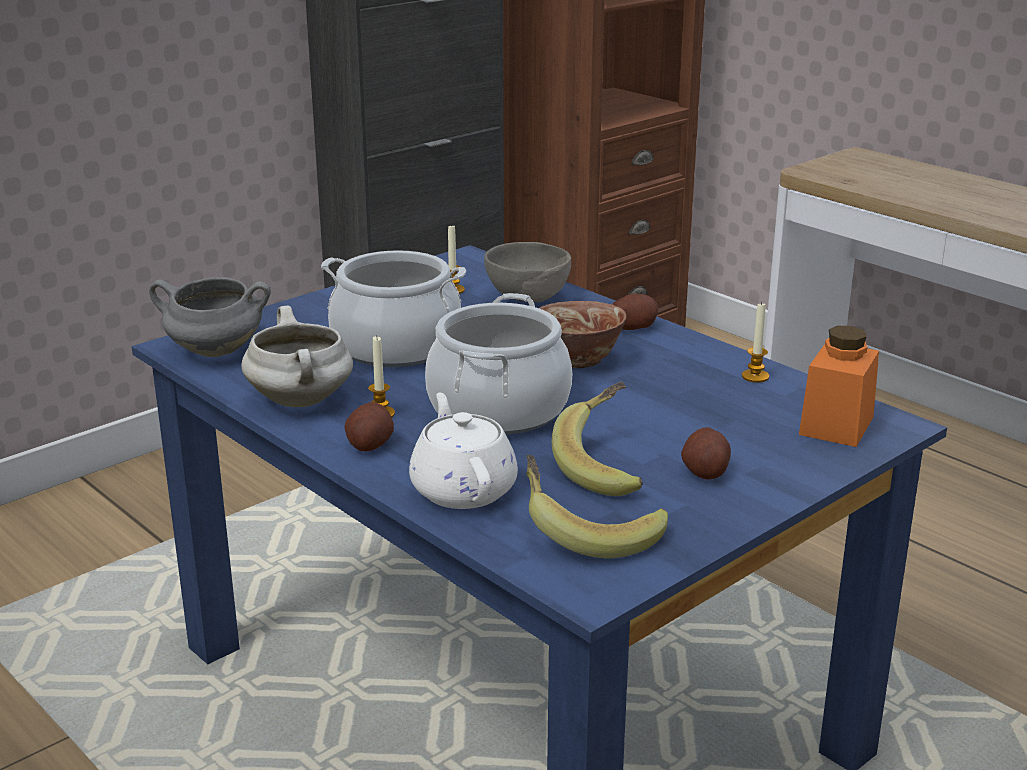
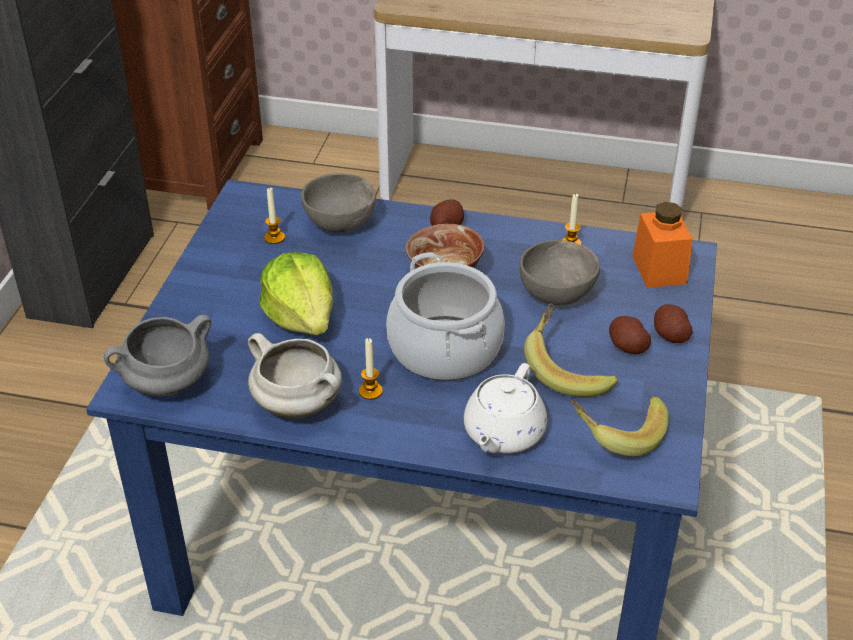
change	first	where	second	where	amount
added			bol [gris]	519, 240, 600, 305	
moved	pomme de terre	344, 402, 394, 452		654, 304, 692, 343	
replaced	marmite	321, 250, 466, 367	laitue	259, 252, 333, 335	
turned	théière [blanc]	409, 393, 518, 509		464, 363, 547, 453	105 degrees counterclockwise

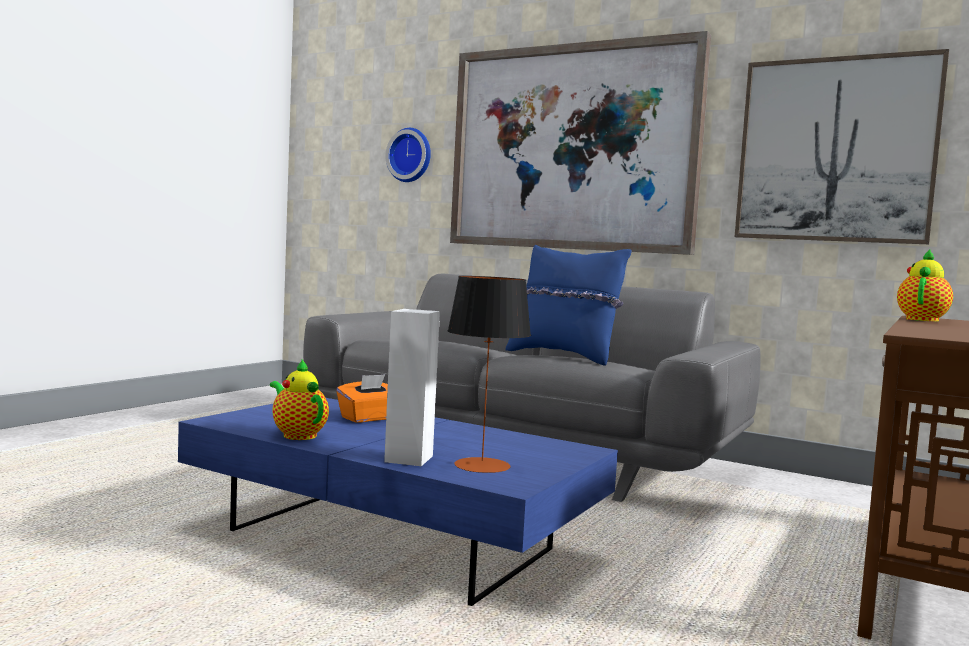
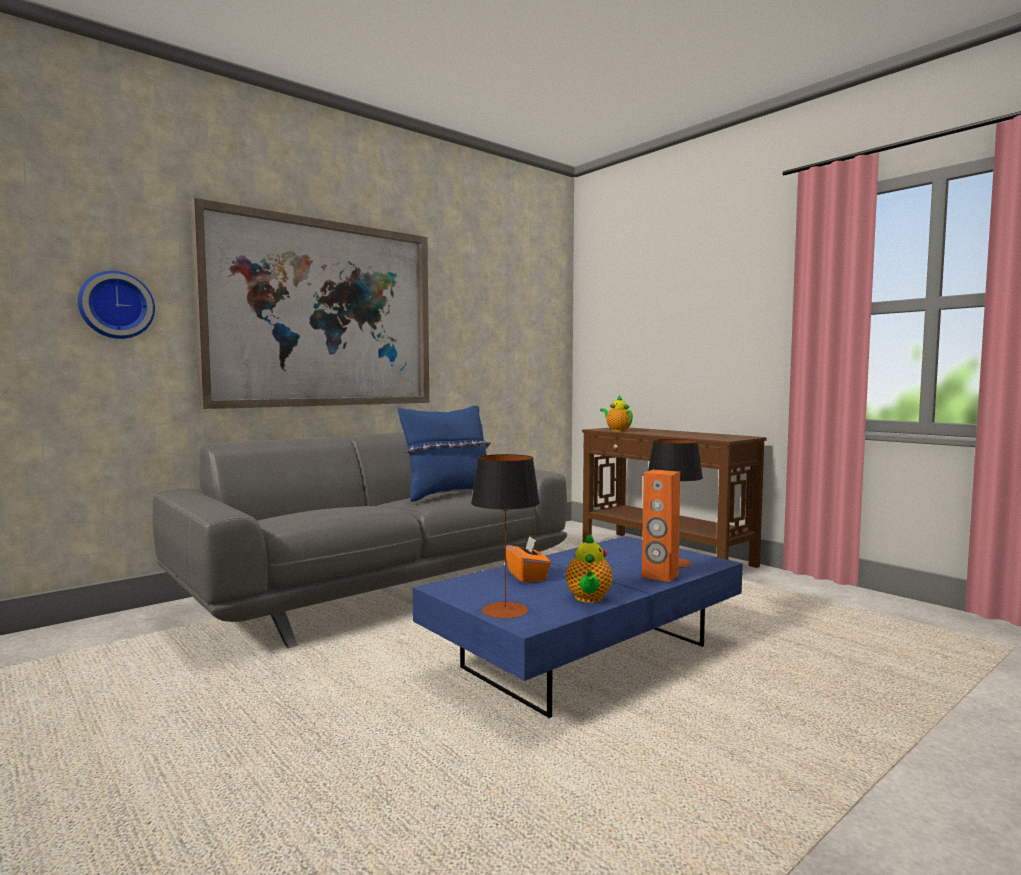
change	first	where	second	where	amount
removed	tableau	734, 49, 949, 244			
added			lampe de table	471, 454, 540, 618	
recoloured	enceinte [blanc]	384, 309, 440, 466	enceinte [orange]	642, 470, 680, 582	
turned	théière	270, 359, 329, 440		566, 533, 613, 603	60 degrees counterclockwise

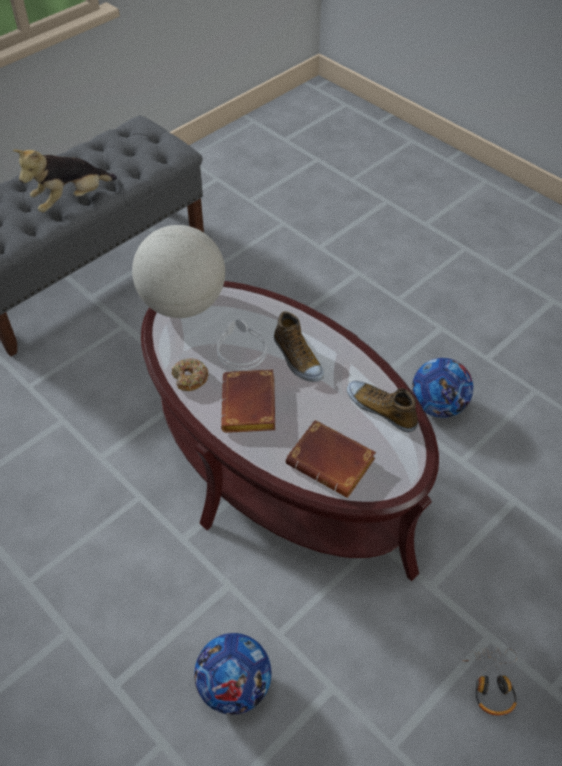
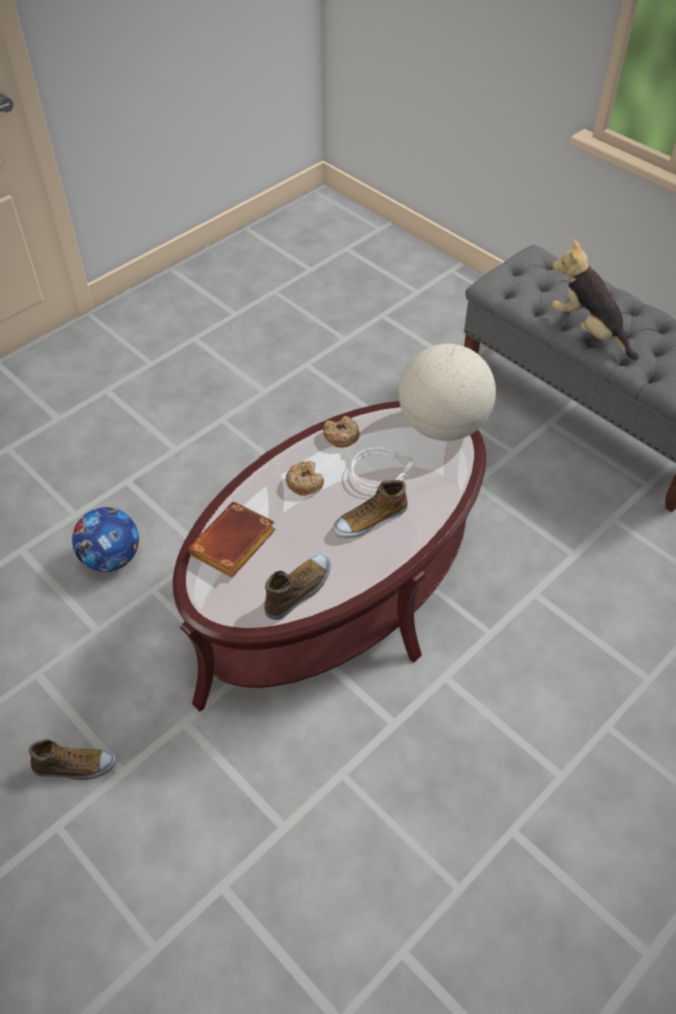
change	first	where	second	where	amount
removed	ballon de foot	412, 358, 473, 418			
replaced	livre [marron]	221, 369, 275, 433	beignet	286, 461, 324, 496	
replaced	casque audio	462, 647, 517, 715	chaussure	29, 739, 117, 780	

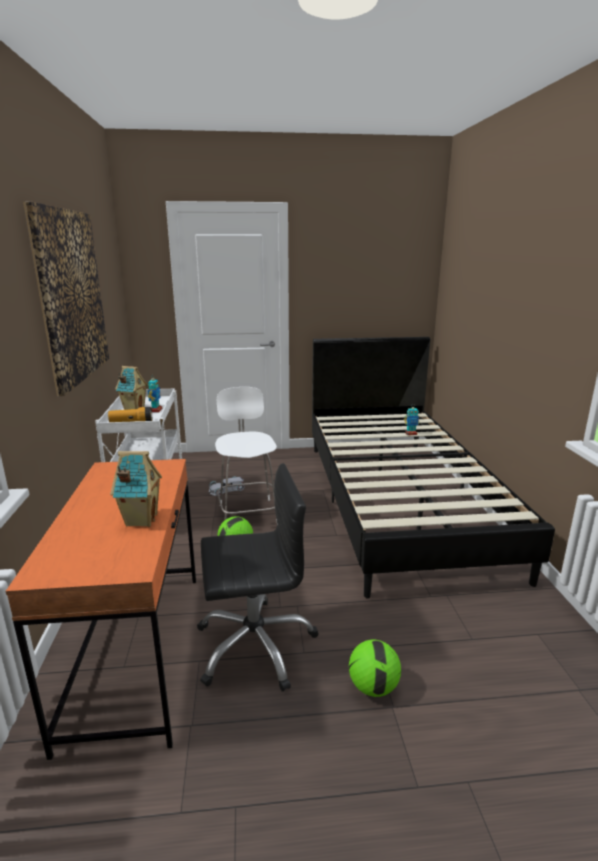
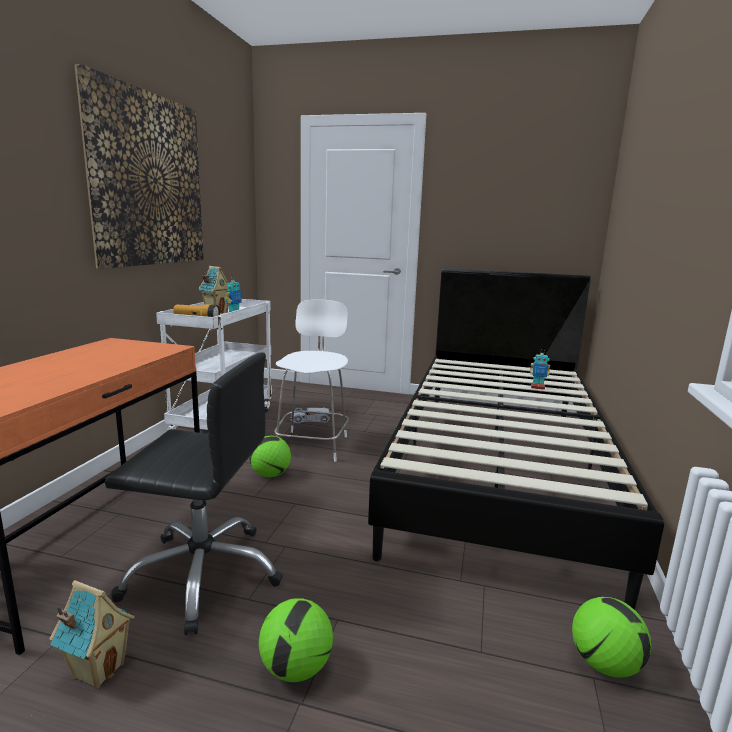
change	first	where	second	where	amount
added			ballon de foot	572, 597, 651, 678	
moved	maison miniature	110, 451, 162, 527		50, 580, 134, 689	

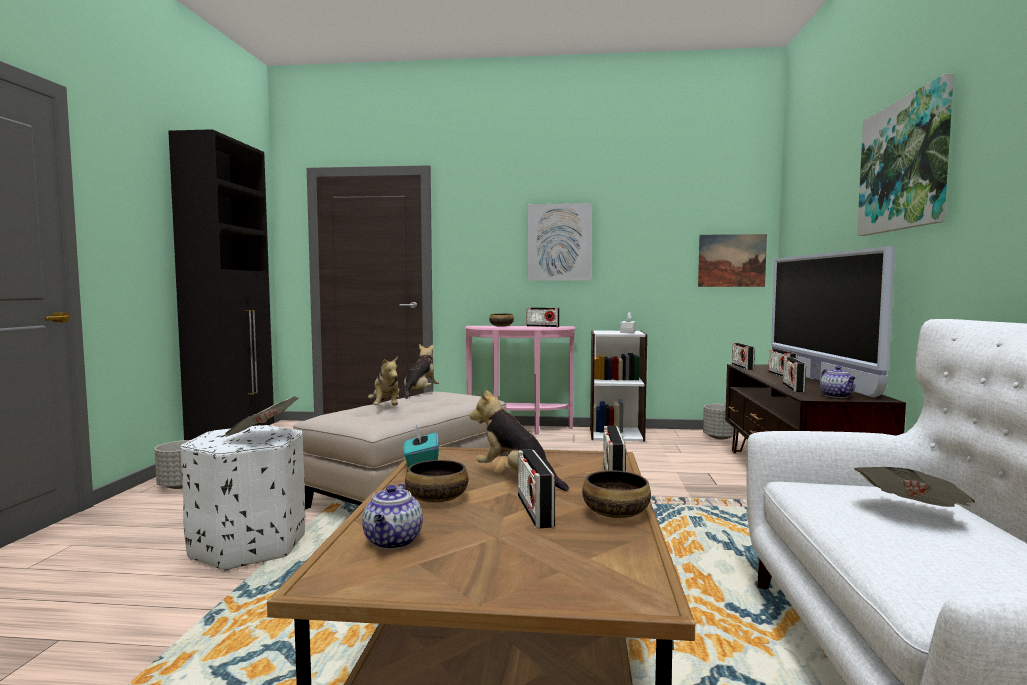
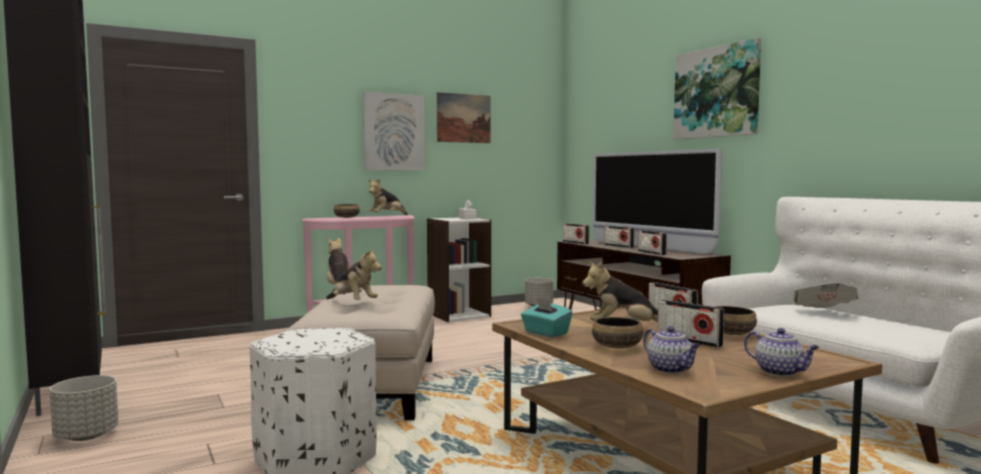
change	first	where	second	where	amount
removed	journal	221, 396, 298, 437			
moved	tableau	698, 234, 767, 287		437, 92, 491, 143	
moved	théière	820, 366, 856, 398		744, 328, 820, 376	
replaced	radio	527, 307, 559, 327	peluche	368, 178, 408, 215	

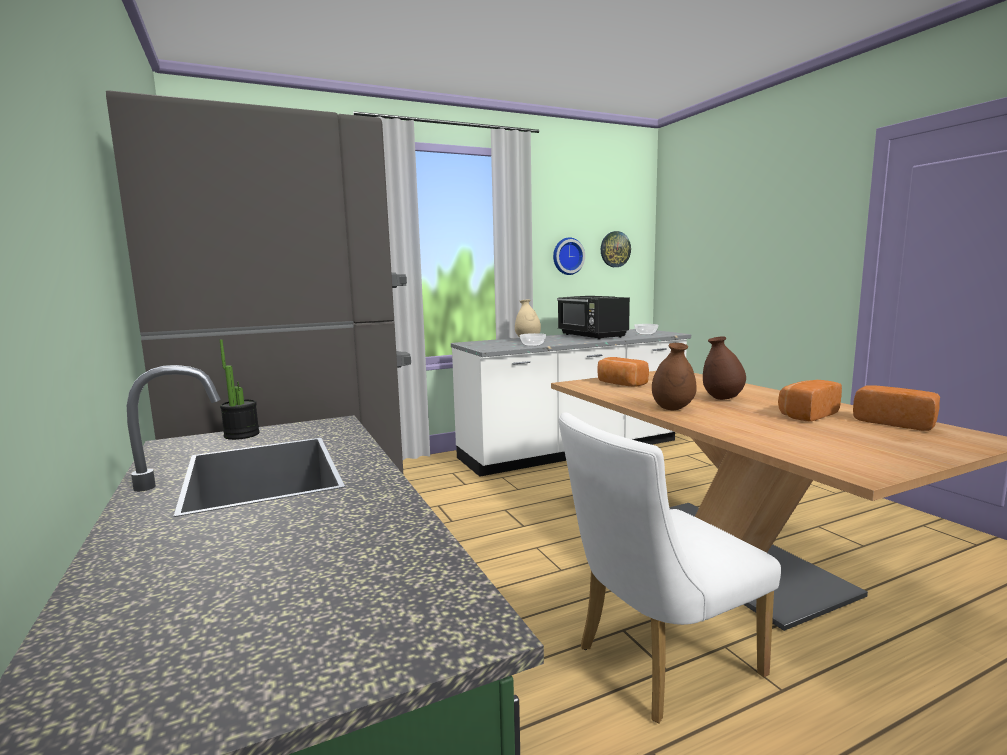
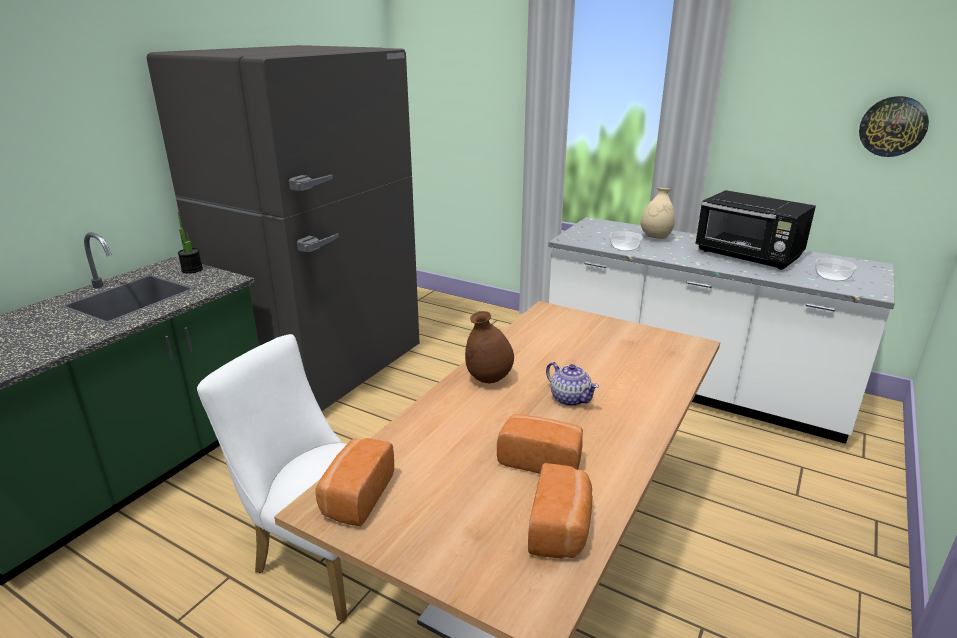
change	first	where	second	where	amount
removed	horloge murale	553, 237, 585, 275			
moved	pain	597, 357, 649, 387		315, 438, 394, 526	
replaced	vase [marron]	703, 337, 746, 400	théière	546, 362, 599, 406	
turned	micro-ondes [noir]	557, 296, 630, 340		695, 190, 816, 270	75 degrees counterclockwise

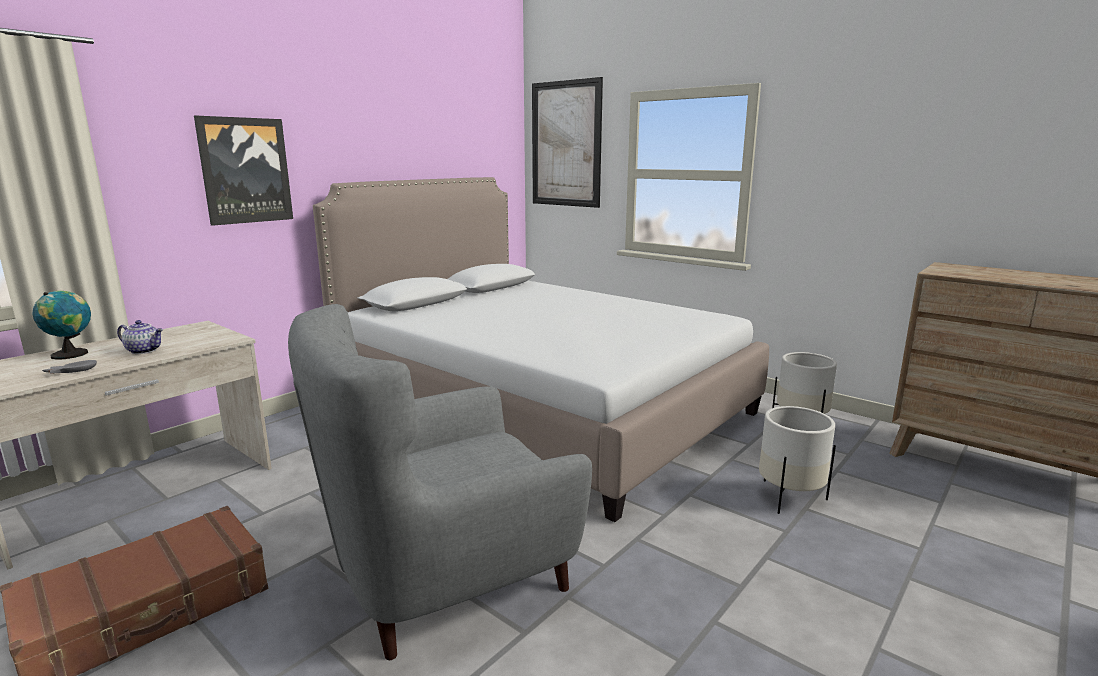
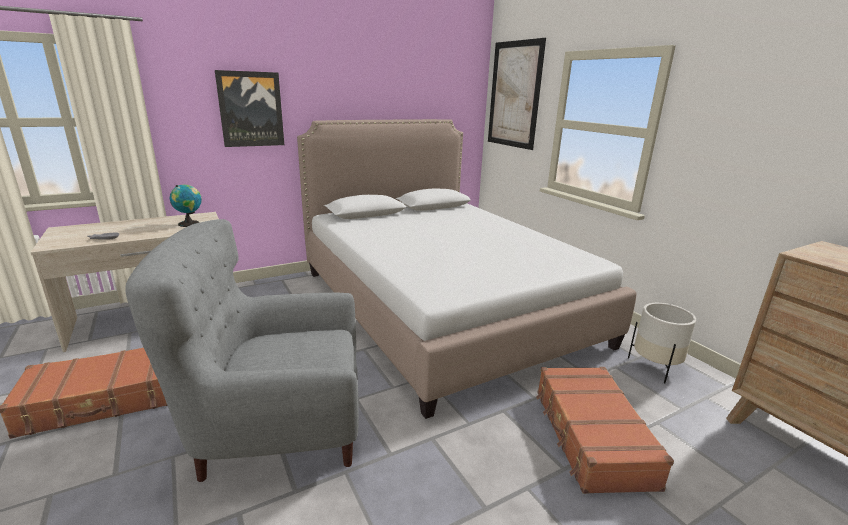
change	first	where	second	where	amount
removed	théière	117, 320, 163, 354			
moved	globe	32, 291, 91, 360		170, 185, 202, 227	
replaced	cache-pot [blanc]	759, 406, 836, 514	valise [marron]	536, 367, 674, 494	

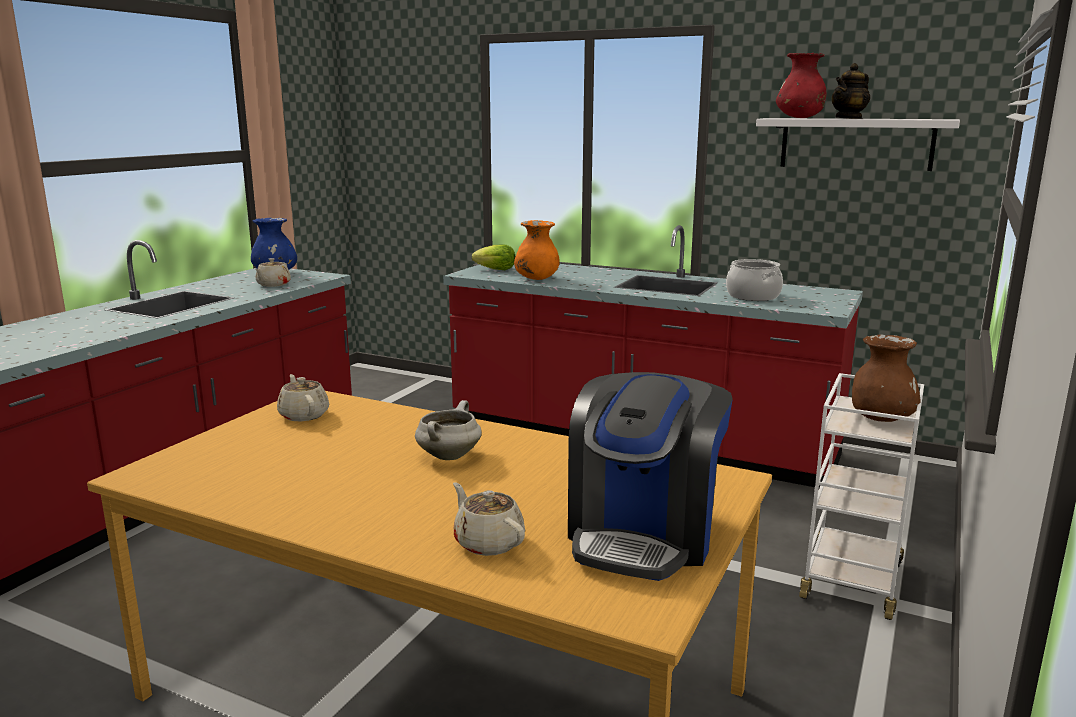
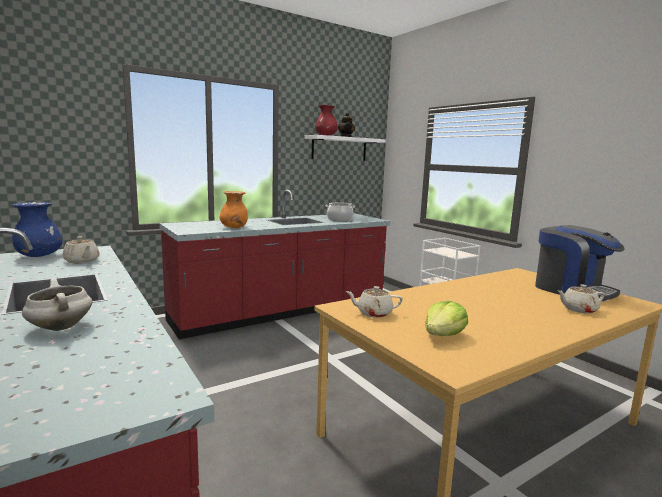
change	first	where	second	where	amount
removed	vase [marron]	852, 334, 920, 422			
moved	marmite [blanc]	415, 400, 482, 460		22, 279, 92, 331	
moved	laitue	472, 244, 515, 270		425, 301, 468, 336	

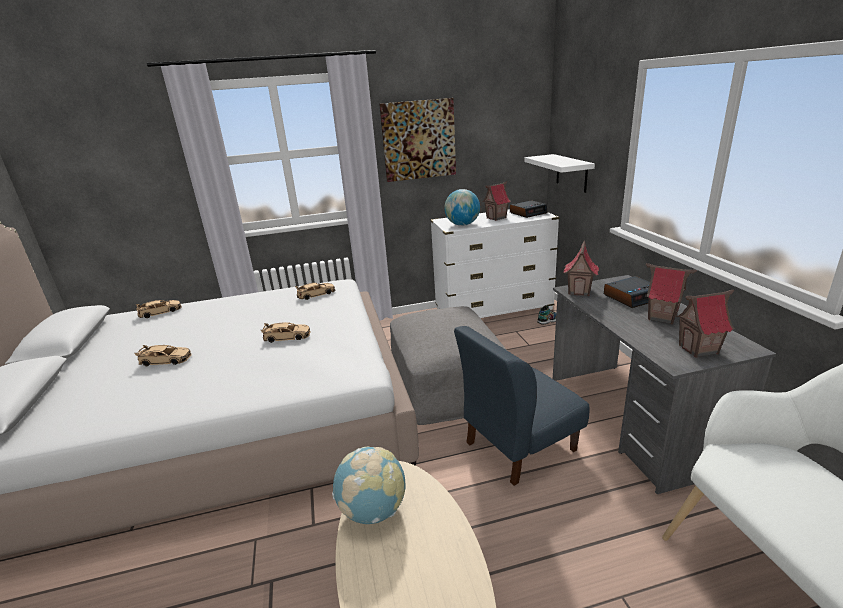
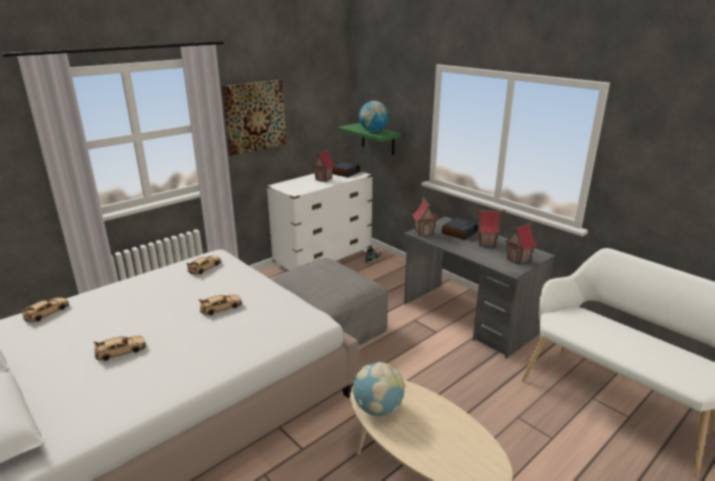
change	first	where	second	where	amount
removed	chaise [bleu]	454, 326, 589, 486			
moved	globe	444, 189, 480, 226		359, 101, 389, 132	
recoloured	étagère [blanc]	524, 154, 595, 193	étagère [vert]	337, 123, 401, 155	

